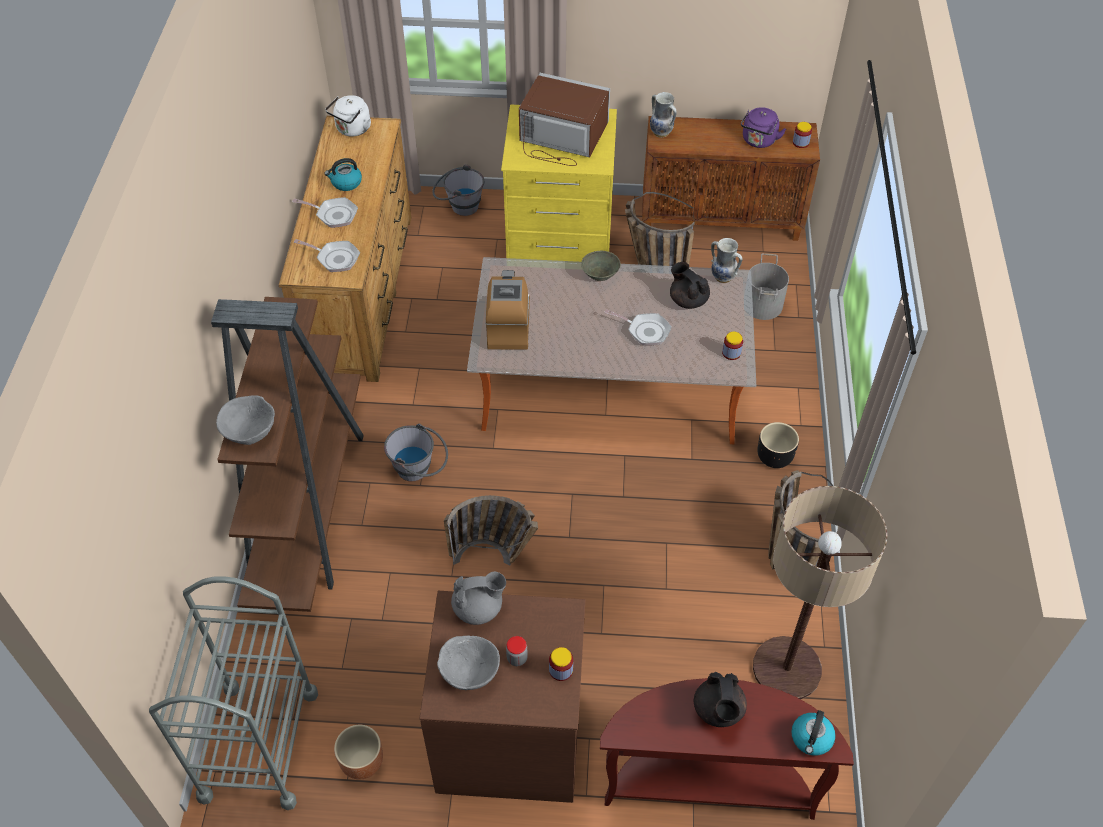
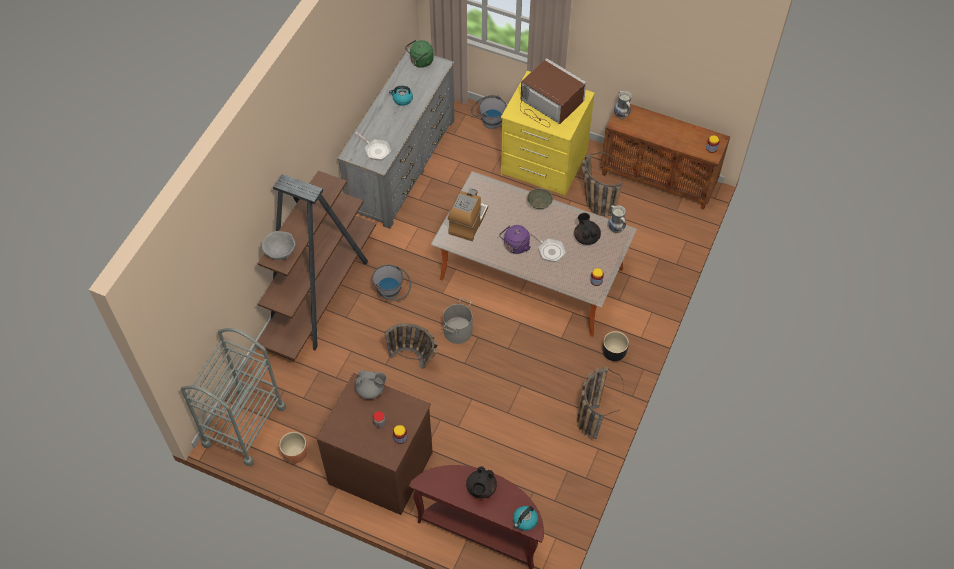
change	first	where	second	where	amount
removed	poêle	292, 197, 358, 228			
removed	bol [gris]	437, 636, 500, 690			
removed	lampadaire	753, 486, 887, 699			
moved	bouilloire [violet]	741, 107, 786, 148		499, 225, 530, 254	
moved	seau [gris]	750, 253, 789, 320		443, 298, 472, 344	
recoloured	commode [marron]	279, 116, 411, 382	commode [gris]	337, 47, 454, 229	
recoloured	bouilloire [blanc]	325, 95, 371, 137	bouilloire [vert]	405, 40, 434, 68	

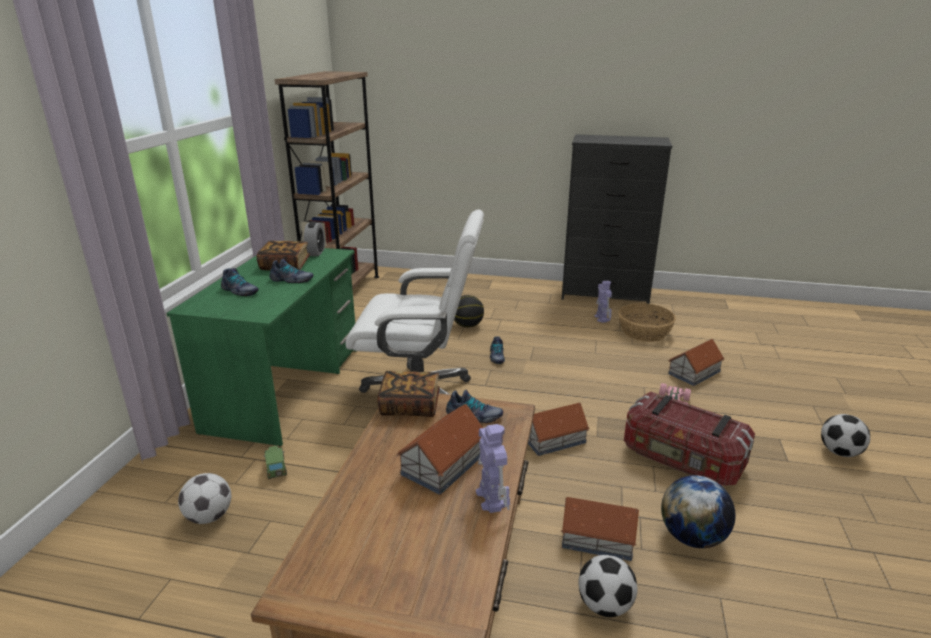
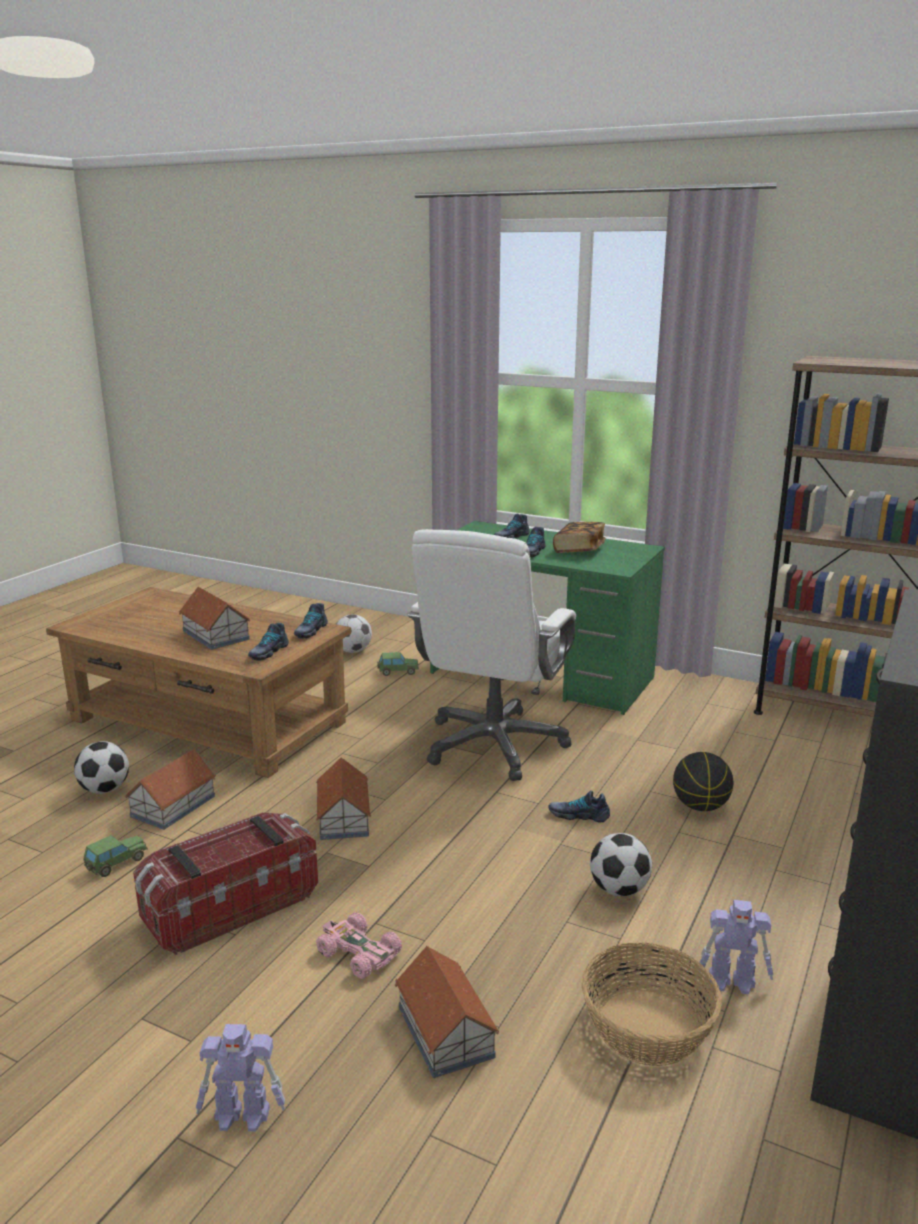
change	first	where	second	where	amount
removed	réveil	304, 221, 325, 256			
moved	robot jouet	476, 424, 510, 513		196, 1024, 285, 1131	
moved	ballon de foot	821, 414, 870, 457		590, 833, 652, 896	
replaced	livre	377, 371, 440, 417	chaussure	294, 603, 328, 639	
replaced	globe	661, 475, 736, 548	petite voiture	83, 835, 148, 877	

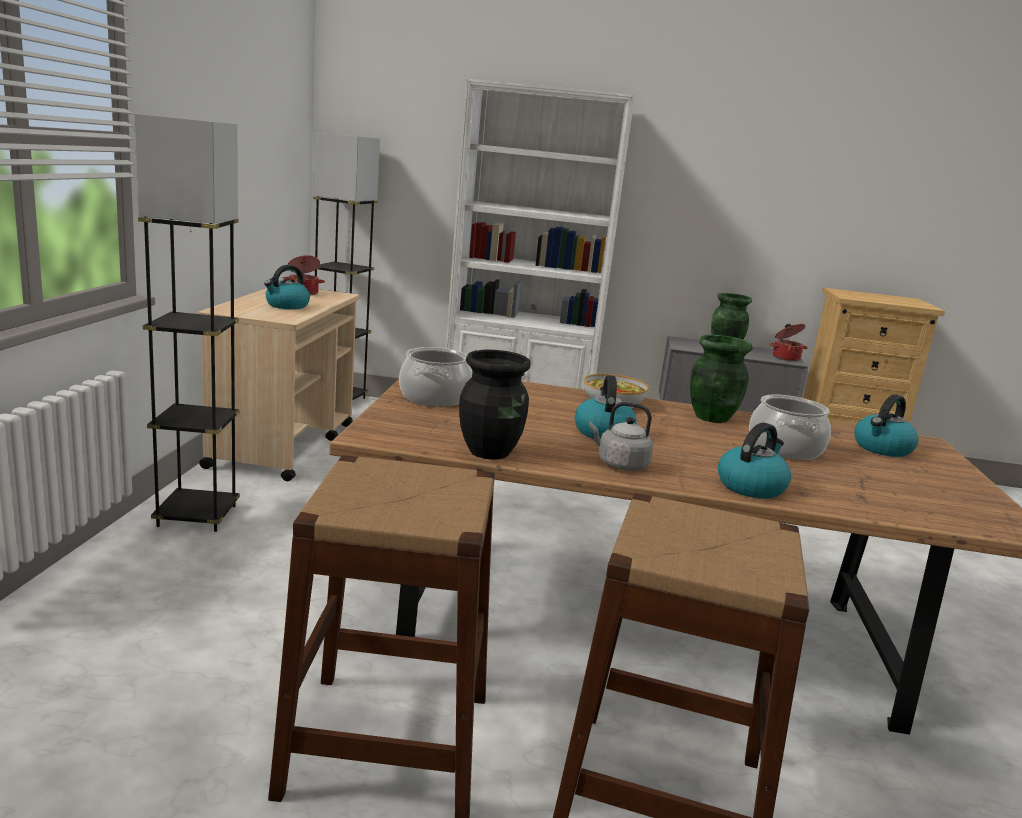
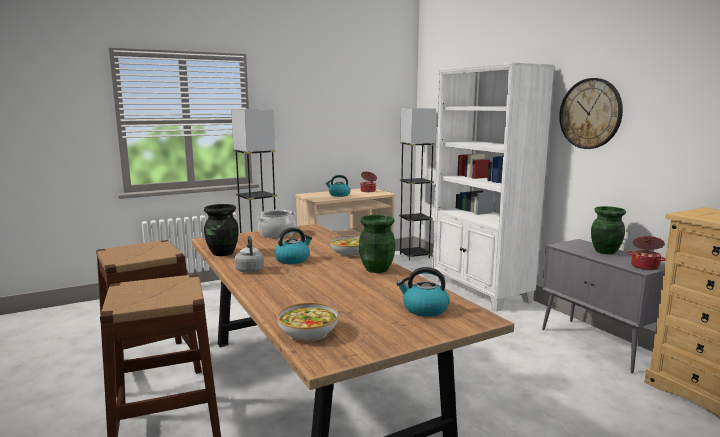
change	first	where	second	where	amount
removed	bouilloire	718, 423, 791, 499			
removed	marmite	749, 395, 831, 460			
added			bol	277, 303, 338, 342	
added			horloge murale	559, 78, 623, 149	

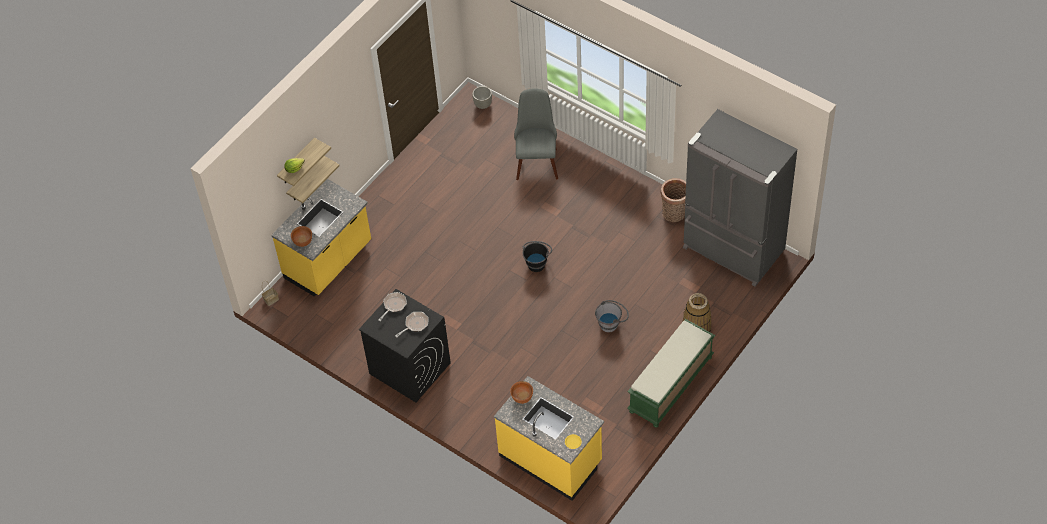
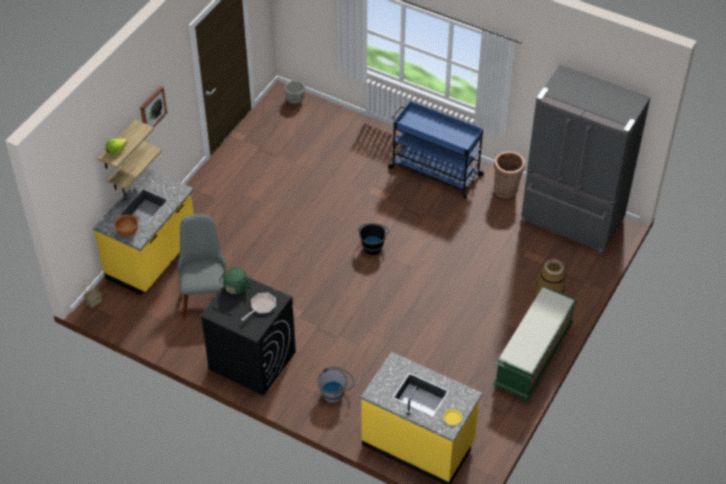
change	first	where	second	where	amount
removed	bol [marron]	510, 381, 533, 404			
added			tableau	140, 86, 167, 127	
added			chariot [bleu]	388, 101, 485, 199	
moved	chaise [gris]	514, 88, 558, 180		177, 214, 226, 319	
moved	seau [gris]	595, 300, 629, 332		317, 367, 355, 403	
replaced	poêle	378, 292, 407, 321	bouilloire [vert]	219, 267, 251, 295	

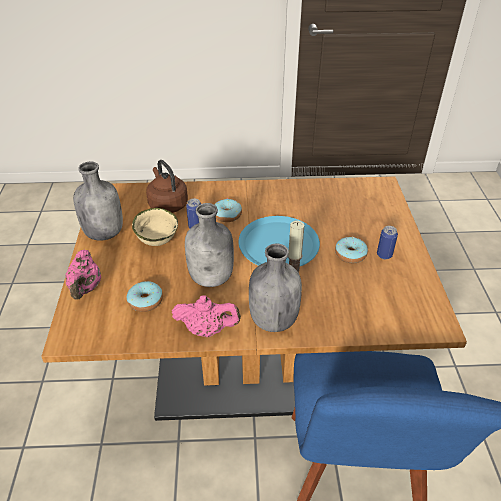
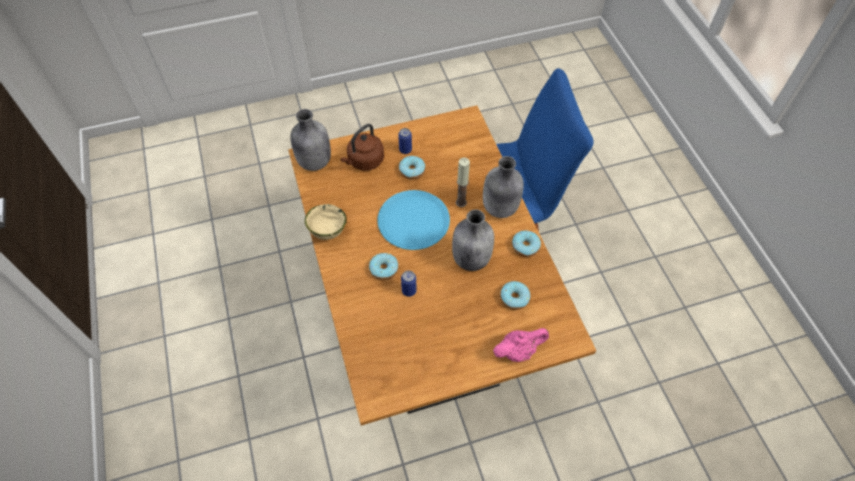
change	first	where	second	where	amount
moved	bouteille [gris]	73, 162, 123, 241		290, 109, 331, 171	
moved	bol [beige]	132, 208, 178, 246		305, 204, 347, 240	
moved	bouilloire [marron]	146, 160, 188, 213		340, 124, 384, 171	
replaced	théière [rose]	172, 295, 241, 337	beignet	512, 230, 541, 257	

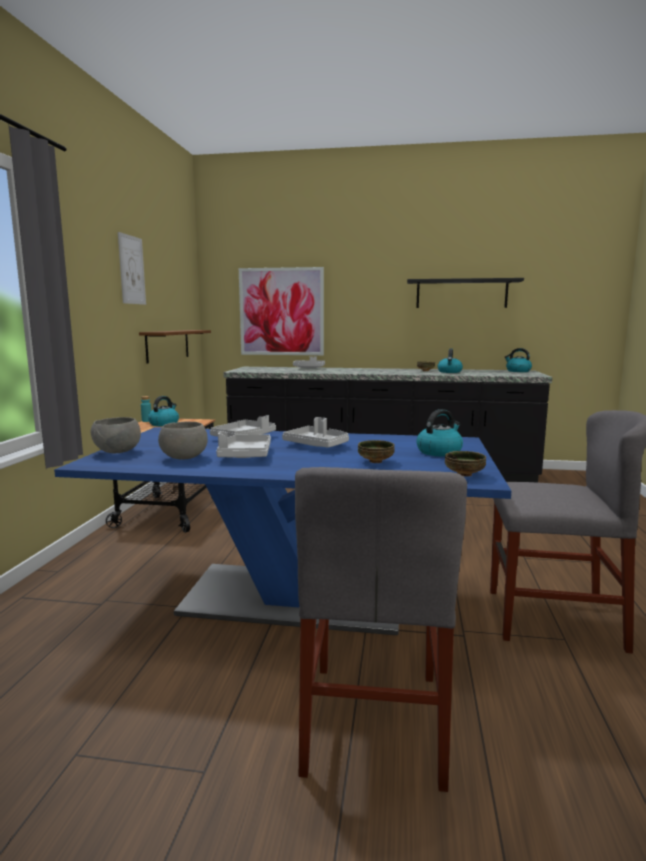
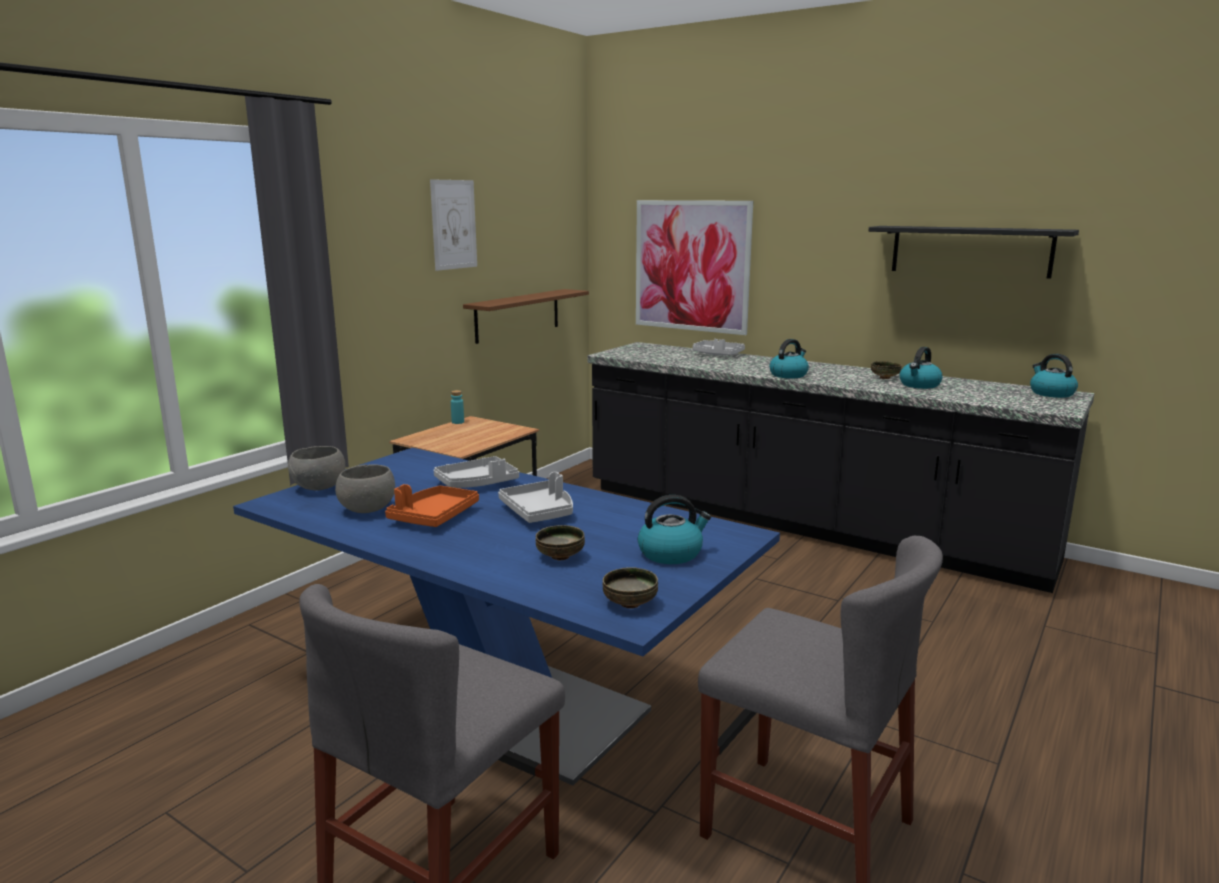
change	first	where	second	where	amount
moved	bouilloire	148, 396, 179, 426		770, 339, 809, 379	
recoloured	plateau [gris]	216, 431, 271, 458	plateau [orange]	385, 484, 479, 527	

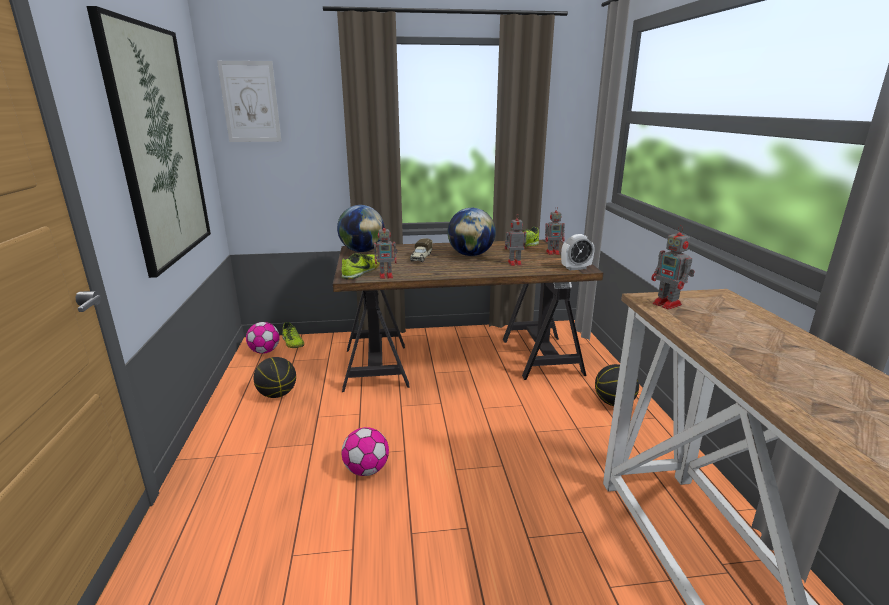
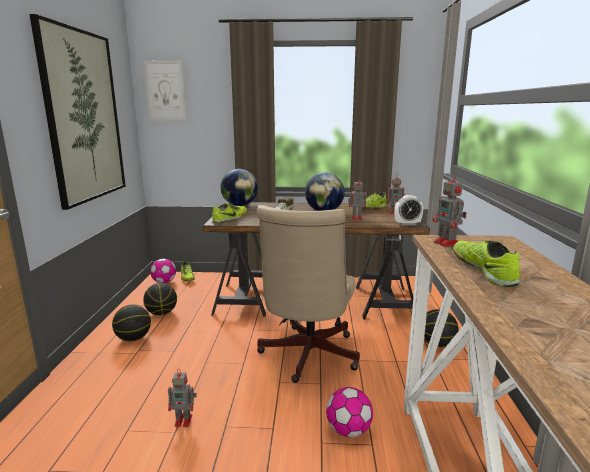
change	first	where	second	where	amount
added			ballon de basket	112, 305, 151, 341	
added			chaise de bureau [beige]	257, 205, 360, 383	
added			chaussure	453, 241, 520, 287	
moved	ballon de foot	342, 427, 389, 476		326, 387, 373, 437	
moved	robot jouet	374, 223, 398, 279		168, 369, 197, 427	

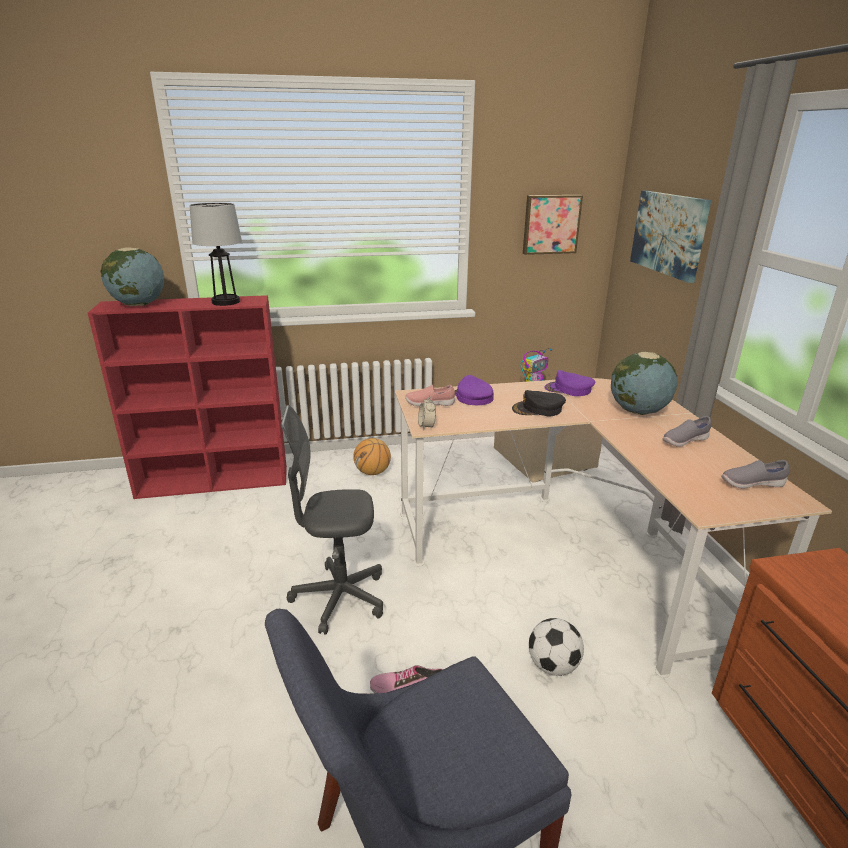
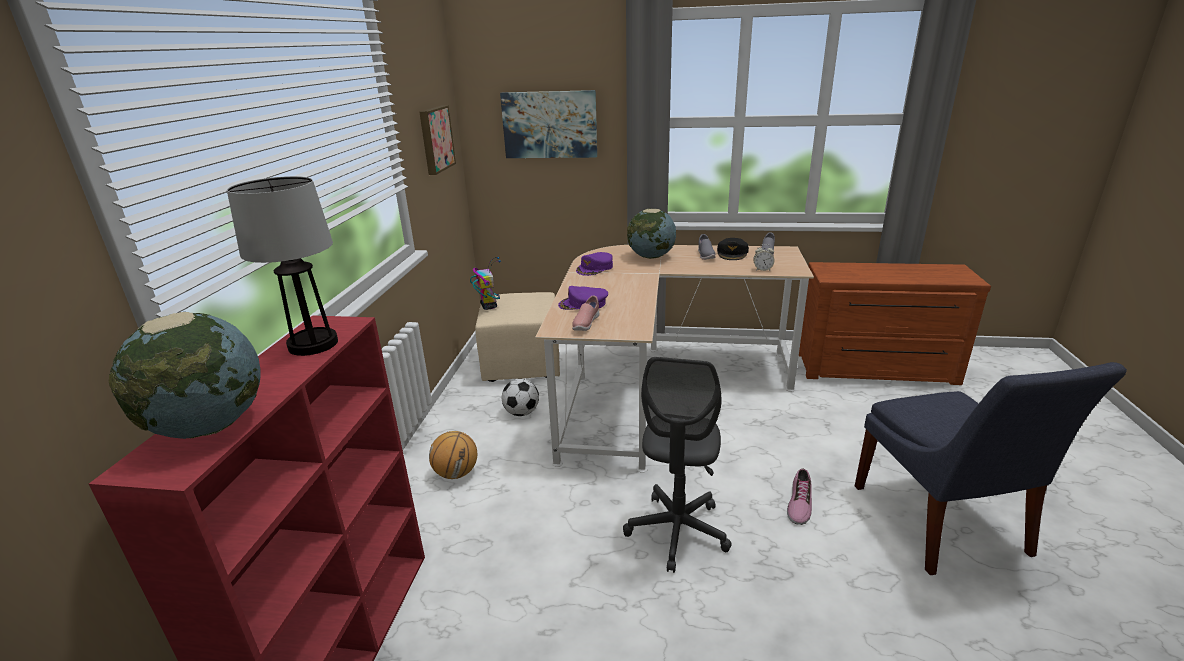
change	first	where	second	where	amount
moved	réveil	418, 396, 436, 430		753, 244, 775, 271	
moved	casquette [noir]	512, 390, 566, 416		717, 238, 749, 260	
moved	ballon de foot	529, 618, 584, 676		502, 379, 539, 416	

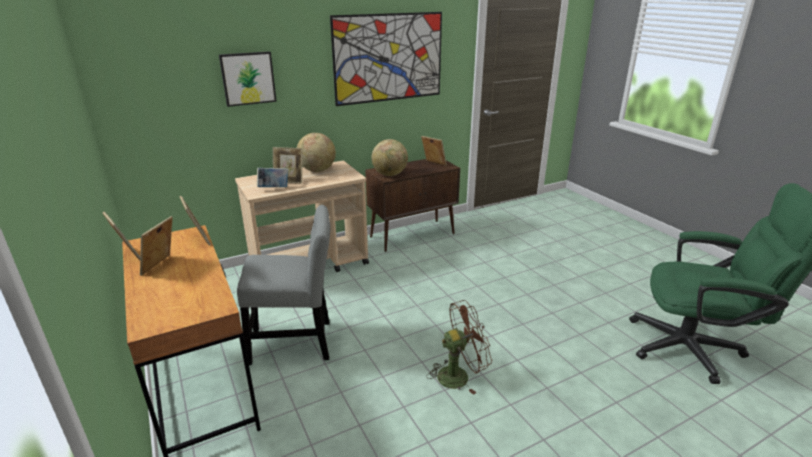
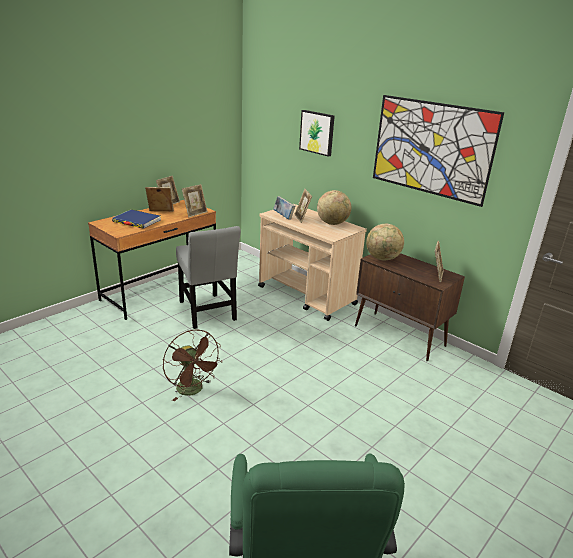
change	first	where	second	where	amount
added			livre [bleu]	112, 210, 161, 229	

